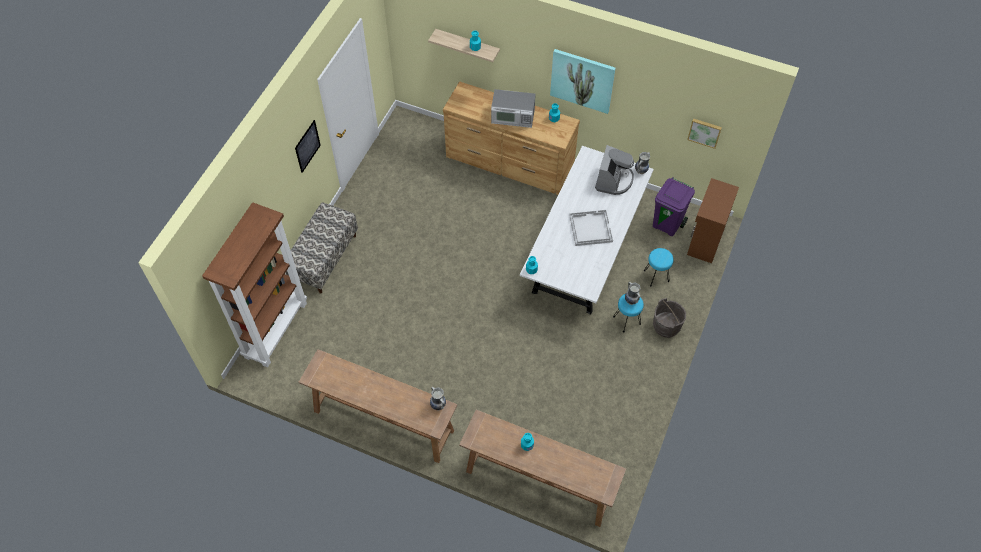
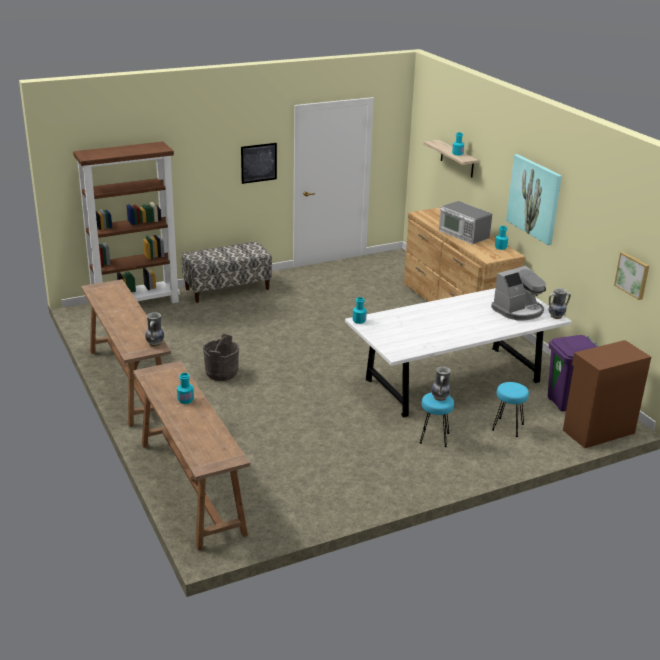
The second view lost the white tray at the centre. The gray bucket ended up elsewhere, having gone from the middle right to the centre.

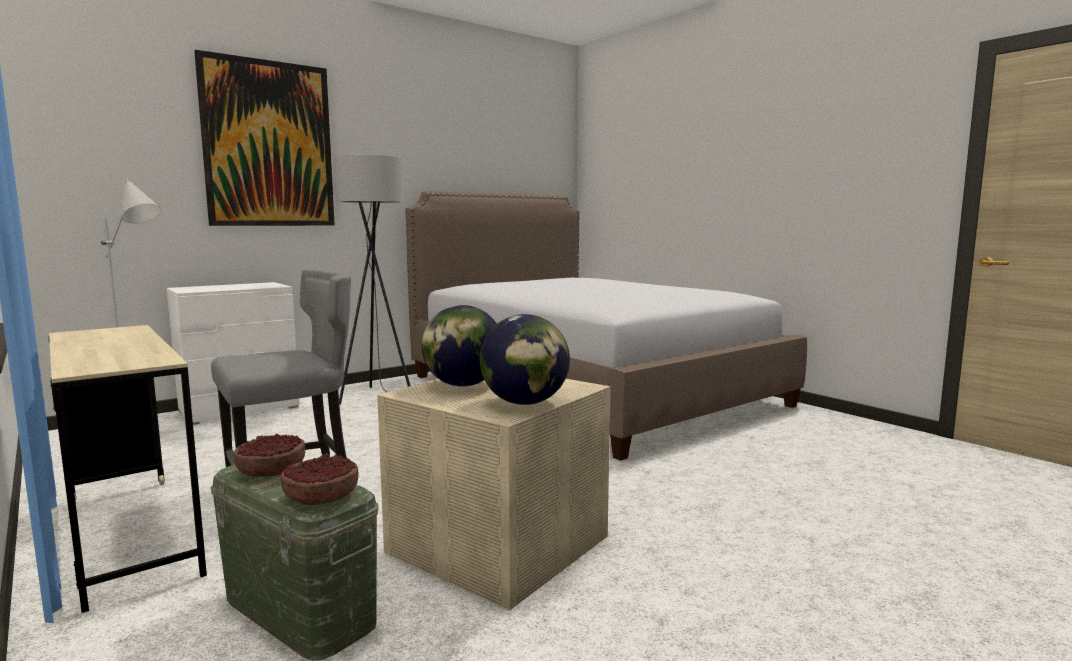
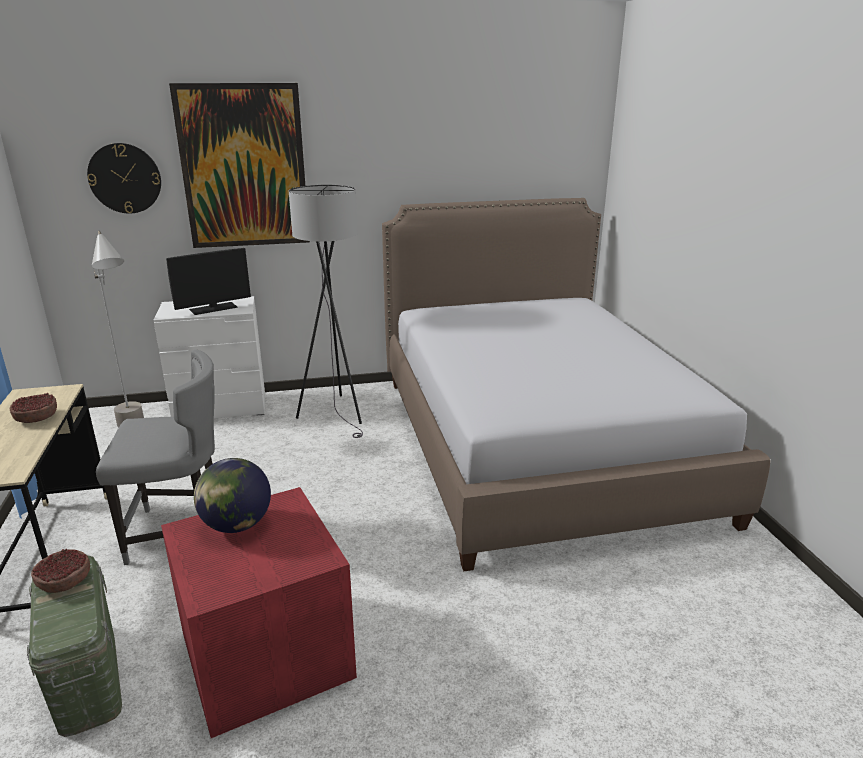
The deep dish (2nd from left in the first image) ended up elsewhere, having gone from the bottom left to the middle left. What was the beige storage box at the bottom centre turned into the reddish storage box at the bottom left. The second view lost the world globe (2nd from left) at the centre. The second view gained the wall clock at the top left. The second view gained the computer screen at the middle left.

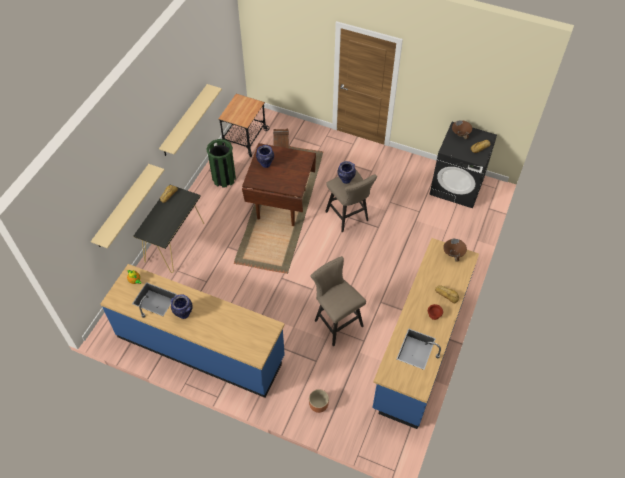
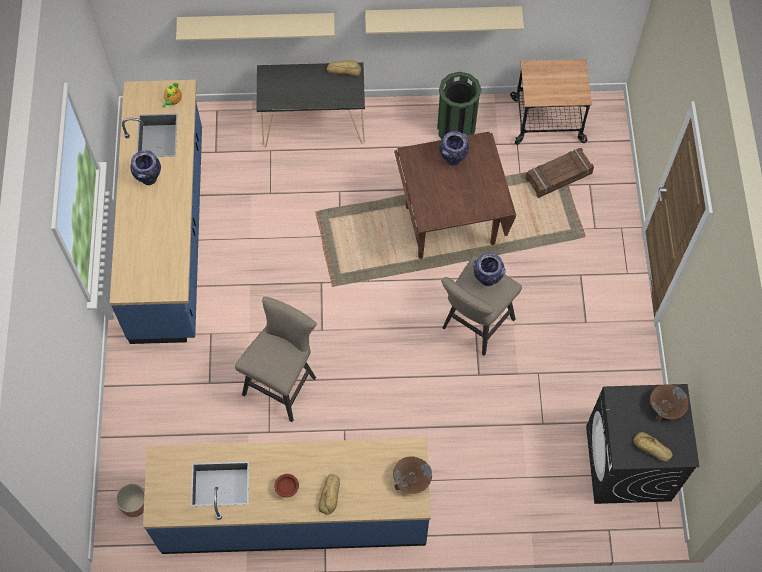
The brownish planter ended up elsewhere, having gone from the bottom centre to the bottom left.

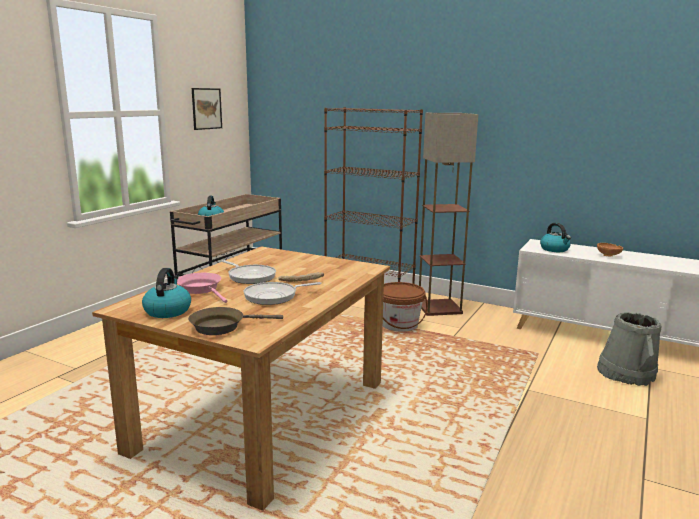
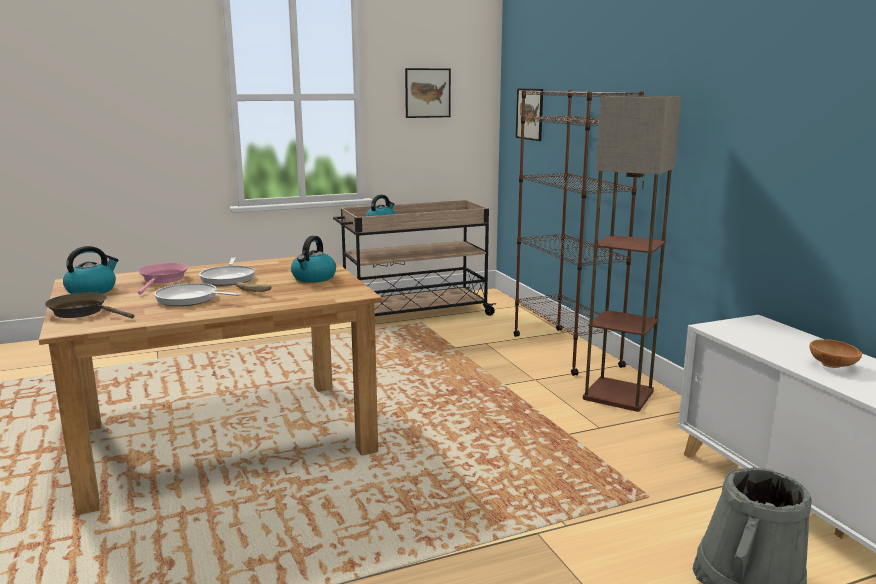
The second view lost the brownish bucket at the centre. The kettle (3rd from left in the first image) ended up elsewhere, having gone from the middle right to the centre. The second view gained the wall picture (2nd from left) at the top centre.

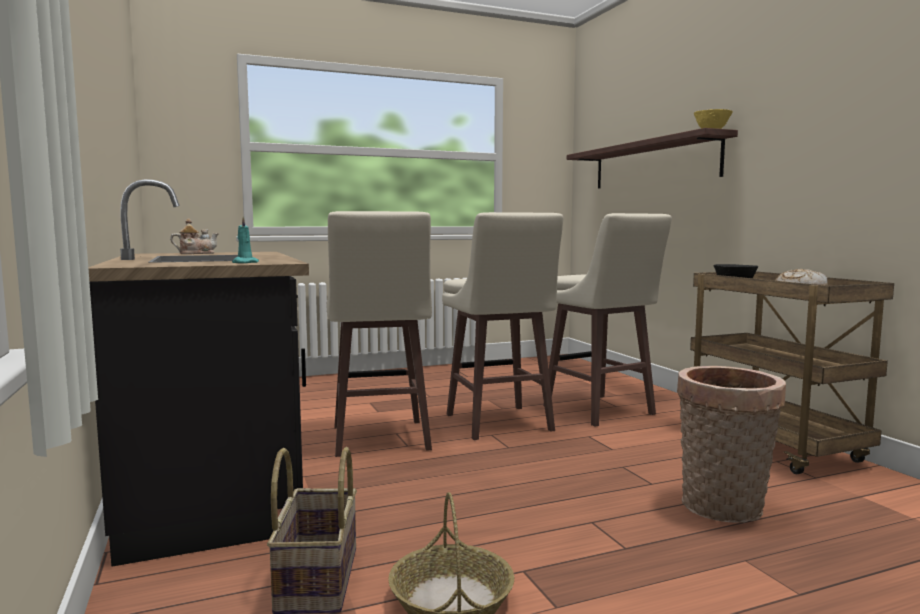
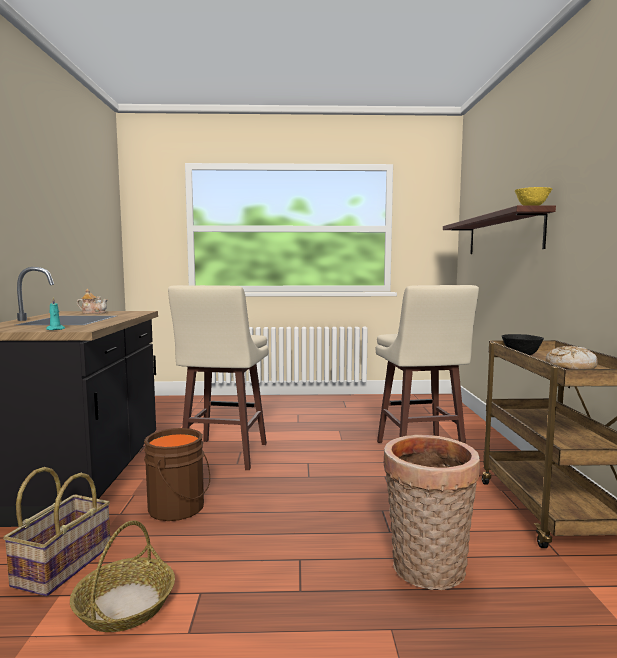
The second view lost the beige stool (2nd from left) at the centre. The second view gained the brownish bucket at the bottom left.

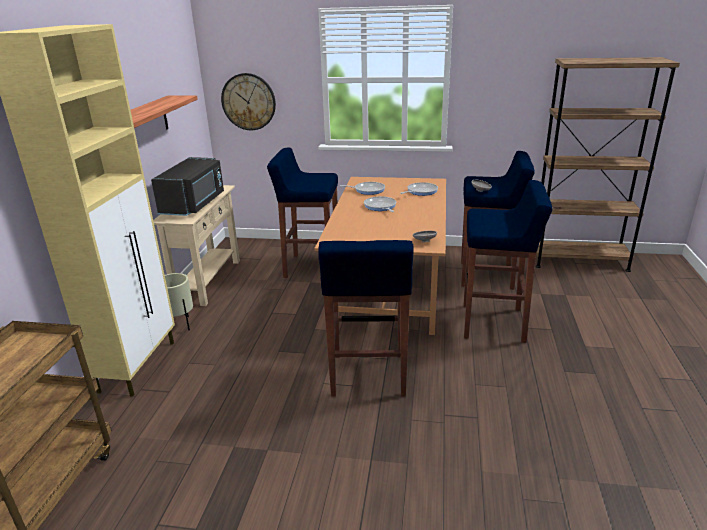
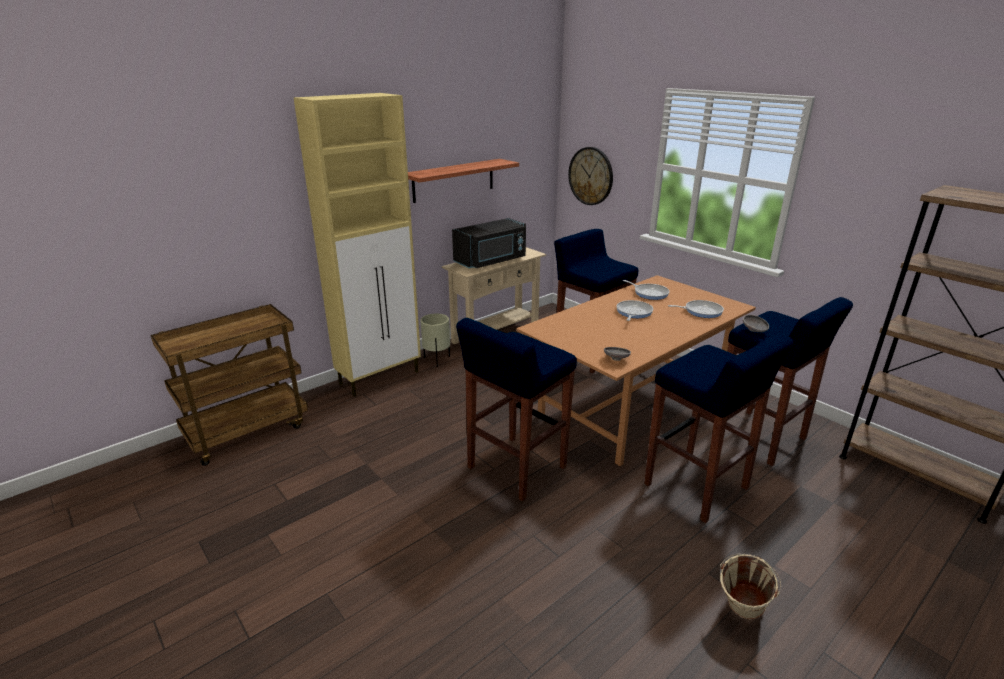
The second view gained the beige bucket at the bottom right.

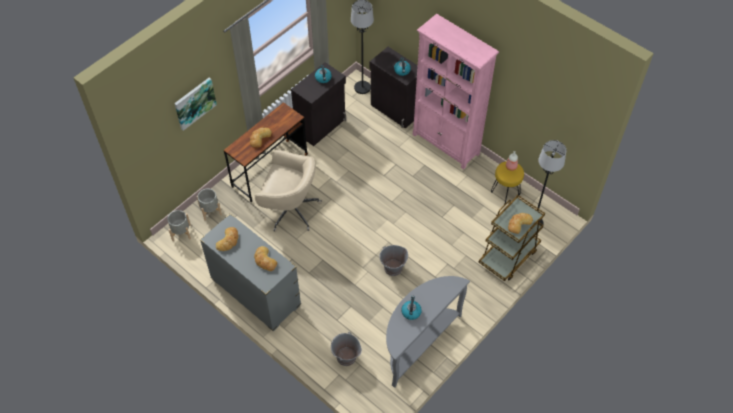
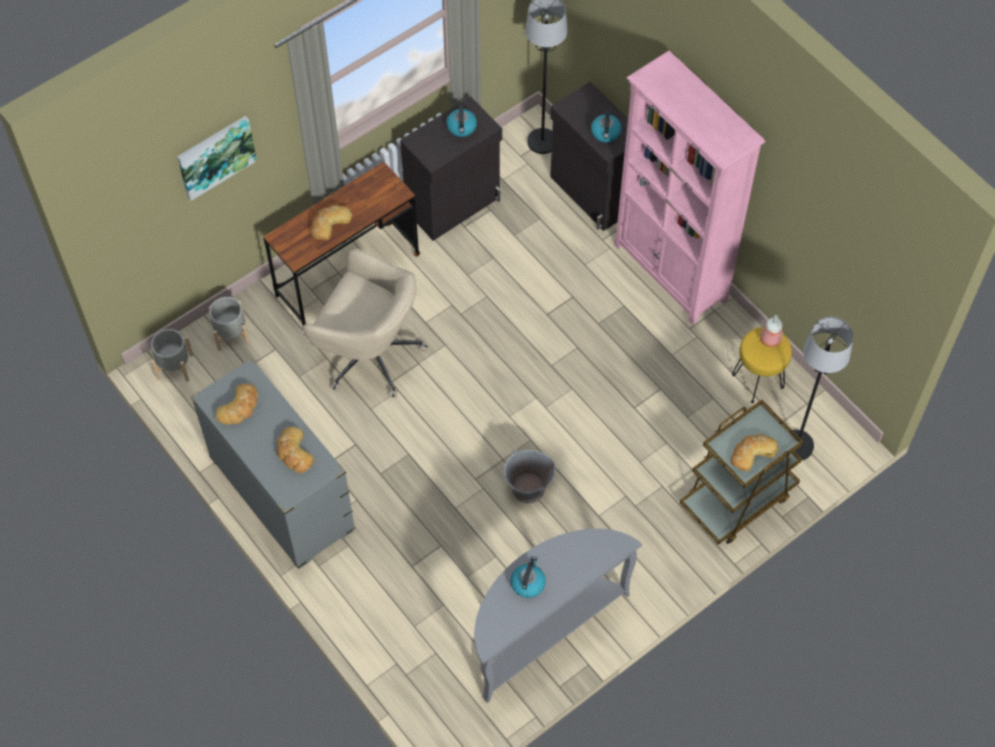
The second view lost the gray bucket (1st from left) at the bottom centre.

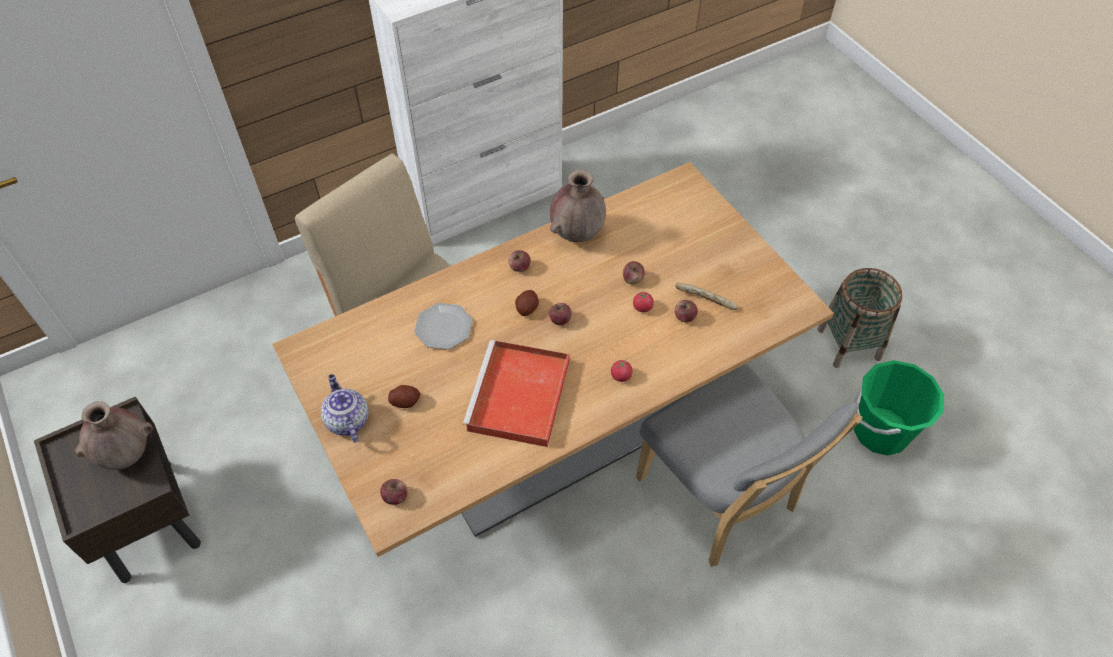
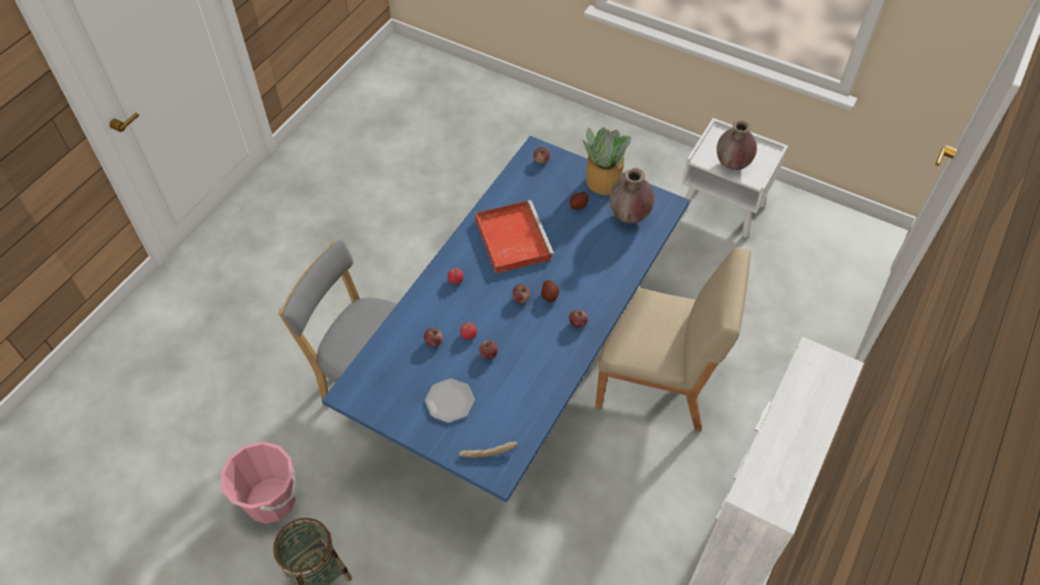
What was the brownish bedside table at the bottom left turned into the white bedside table at the top right. What was the beige dinner table at the centre turned into the blue-coloured dinner table at the centre. Where the teapot stood at the middle left, the plant in a pot came to stand at the top centre. The flat dish ended up elsewhere, having gone from the centre to the bottom centre. The brownish flower vase (2nd from left in the first image) ended up elsewhere, having gone from the top centre to the centre. The bread ended up elsewhere, having gone from the centre to the bottom centre. What was the green-coloured bucket at the middle right turned into the pink-coloured bucket at the bottom left.

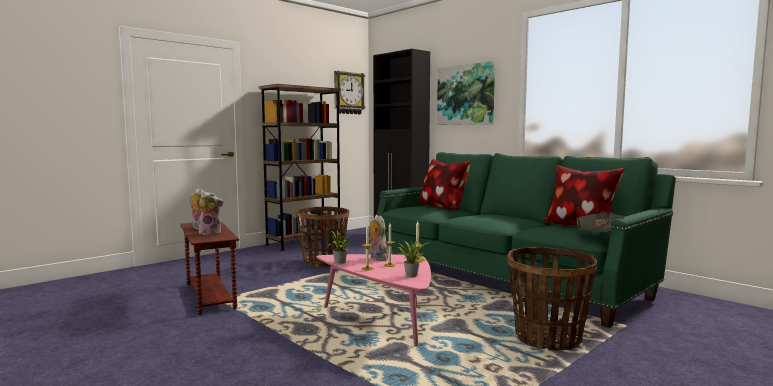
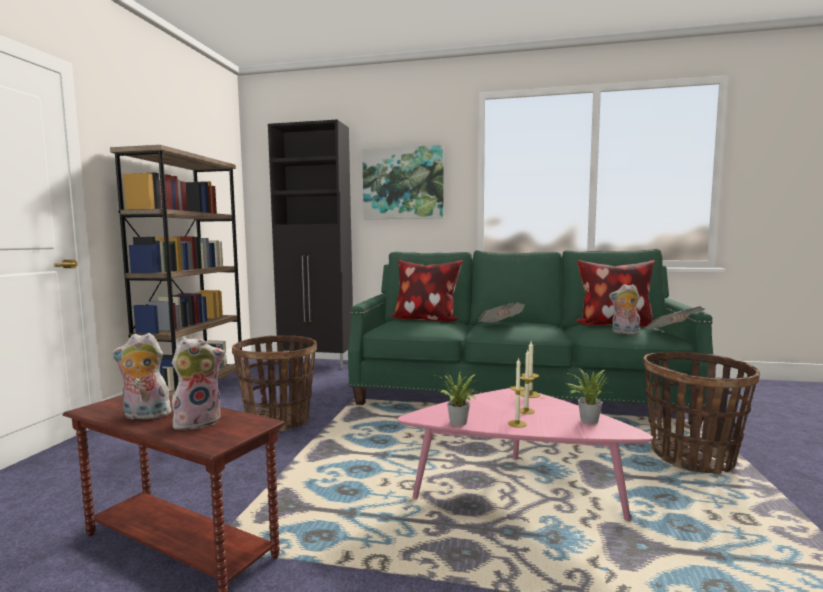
The second view lost the wall clock at the top centre. The cuddly toy (3rd from left) ended up elsewhere, having gone from the centre to the middle right. The second view gained the newspaper (1st from left) at the centre.

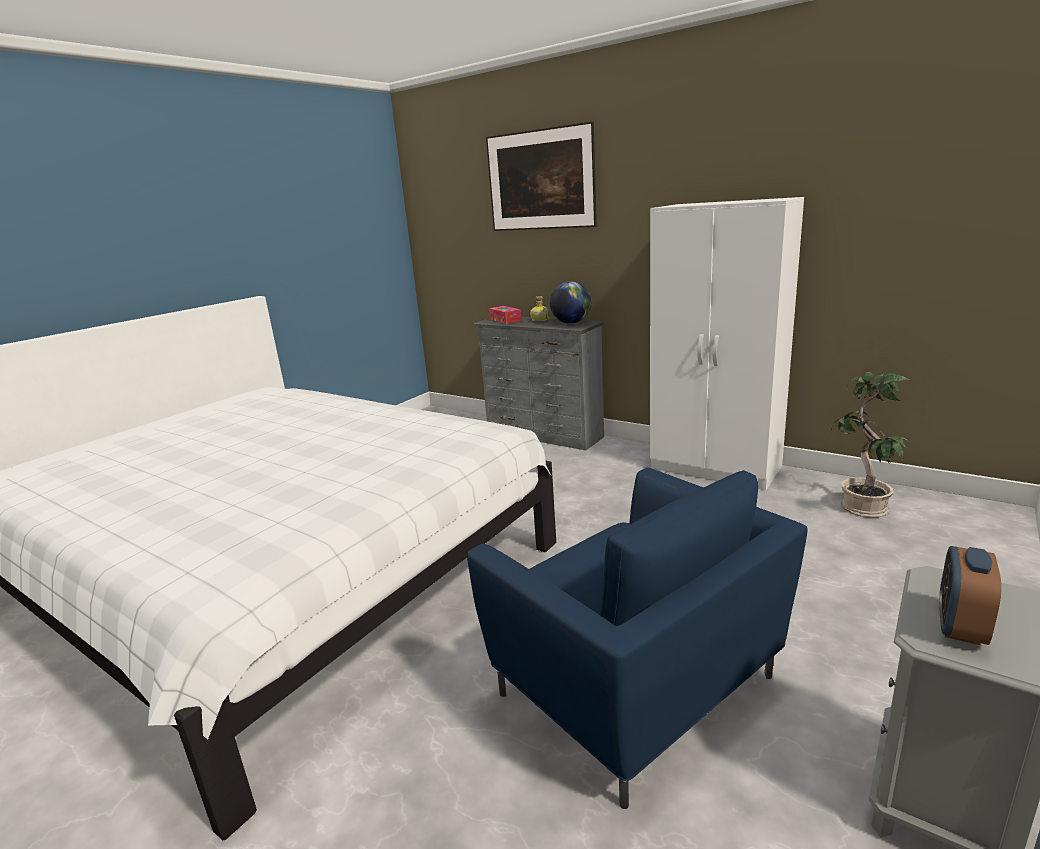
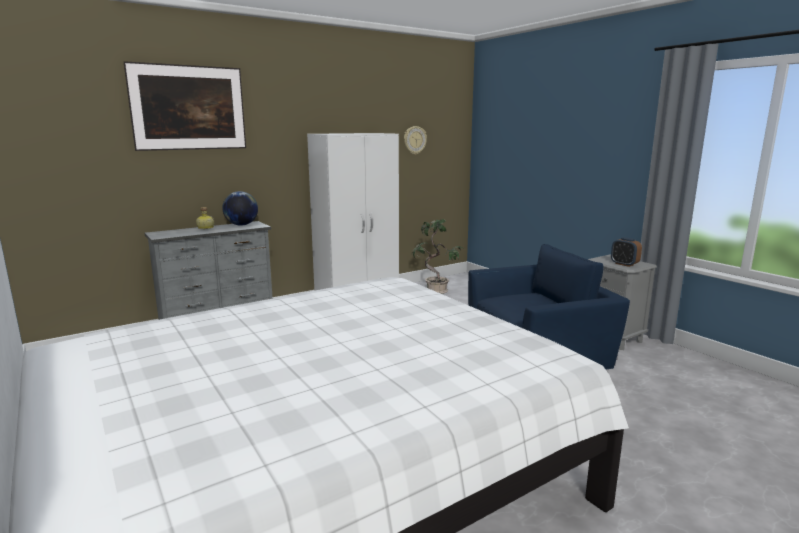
The second view lost the tissue box at the centre. The second view gained the wall clock at the top centre.

